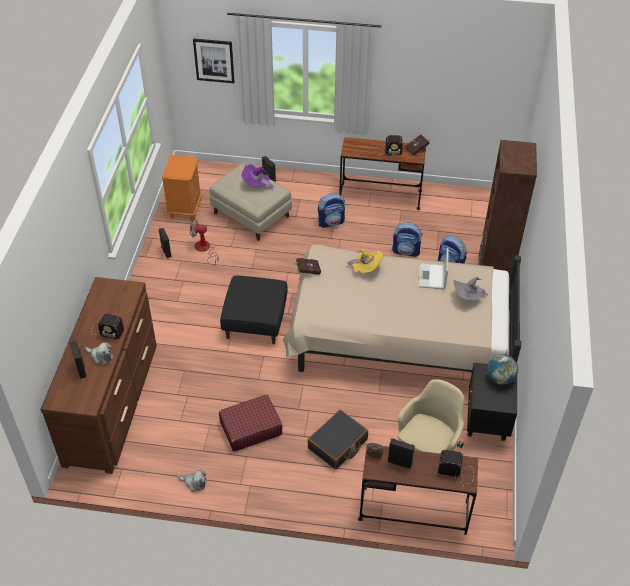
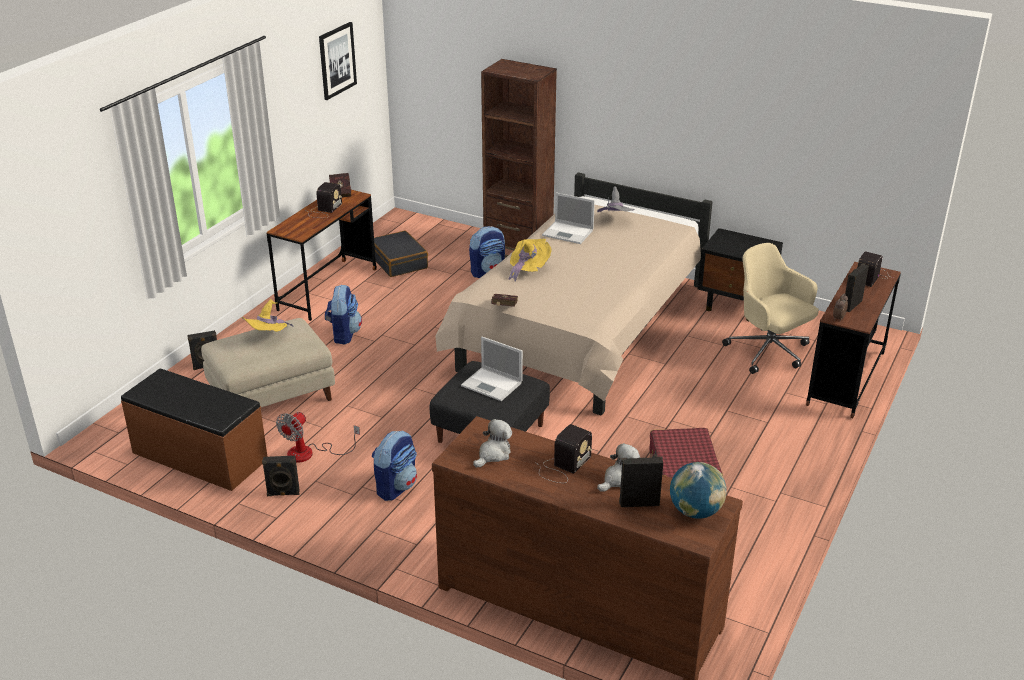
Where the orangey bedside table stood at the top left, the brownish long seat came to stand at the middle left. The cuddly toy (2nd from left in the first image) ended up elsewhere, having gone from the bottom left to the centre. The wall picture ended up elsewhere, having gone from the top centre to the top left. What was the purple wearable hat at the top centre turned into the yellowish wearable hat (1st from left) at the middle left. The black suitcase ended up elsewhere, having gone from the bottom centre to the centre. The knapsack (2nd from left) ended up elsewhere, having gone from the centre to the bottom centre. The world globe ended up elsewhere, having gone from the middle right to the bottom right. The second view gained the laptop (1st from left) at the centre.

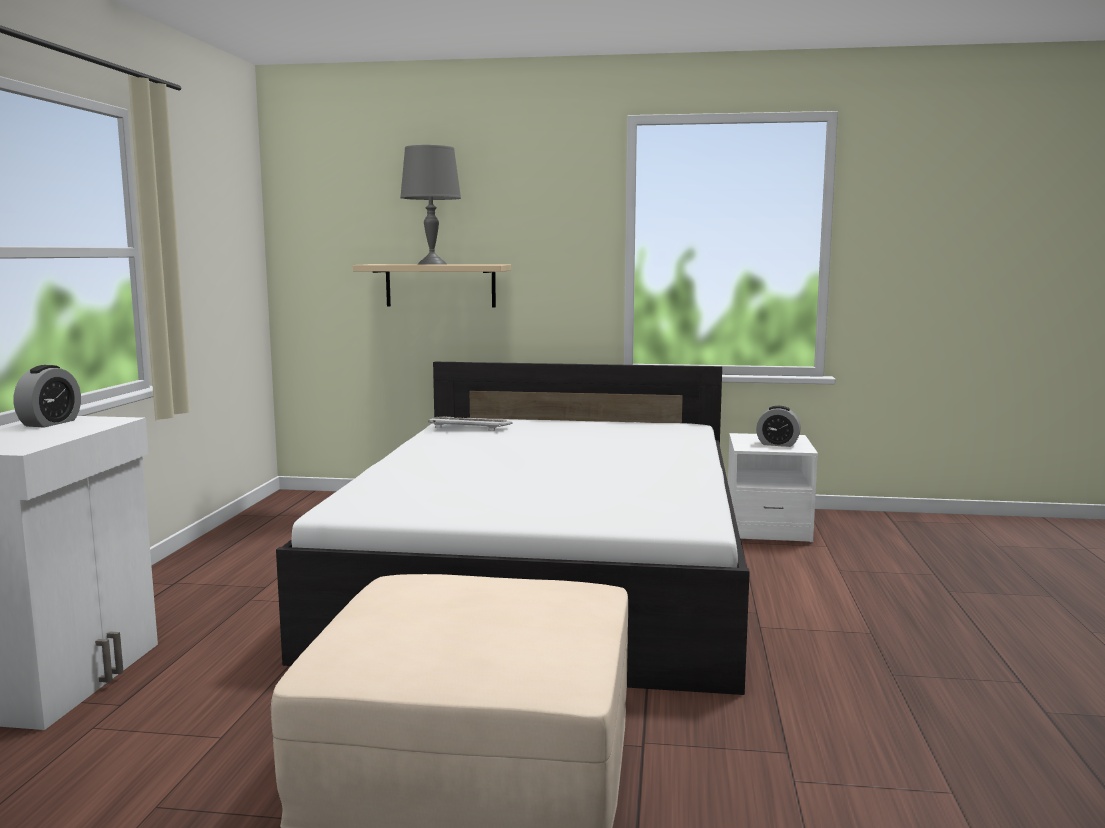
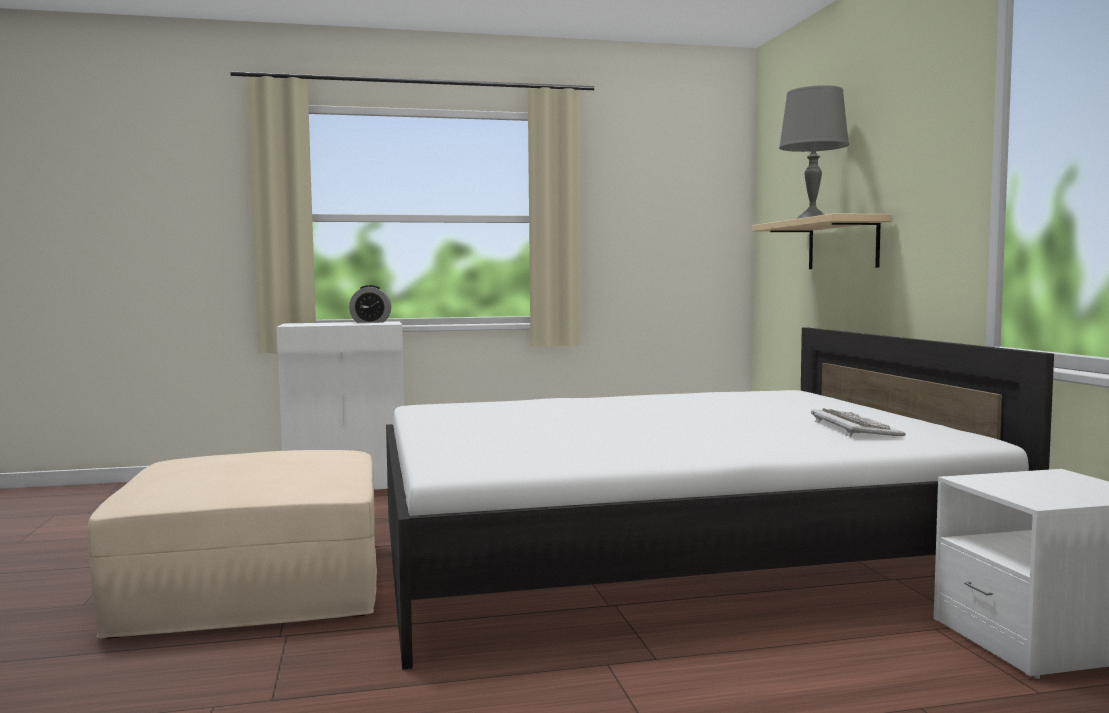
The computer keyboard ended up elsewhere, having gone from the centre to the middle right. The second view lost the bedside clock (2nd from left) at the middle right.

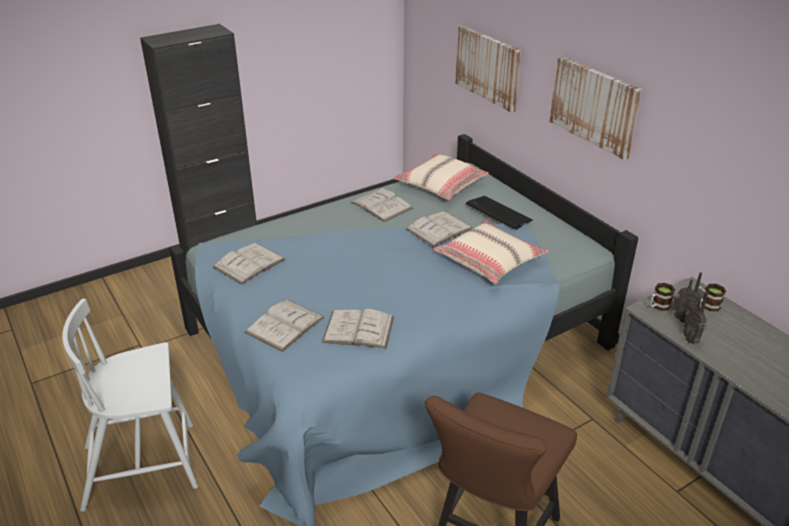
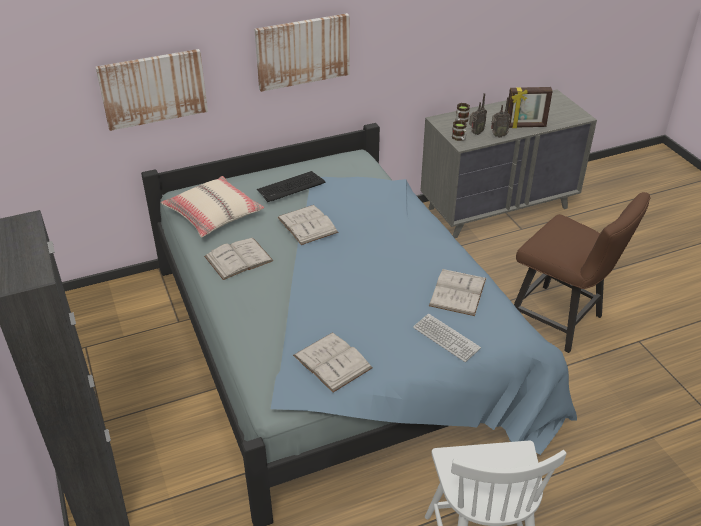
Where the white bound book (2nd from left) stood at the centre, the computer keyboard (2nd from left) came to stand at the centre. The second view lost the beige cushion (2nd from left) at the centre. The second view gained the standing frame at the top right.

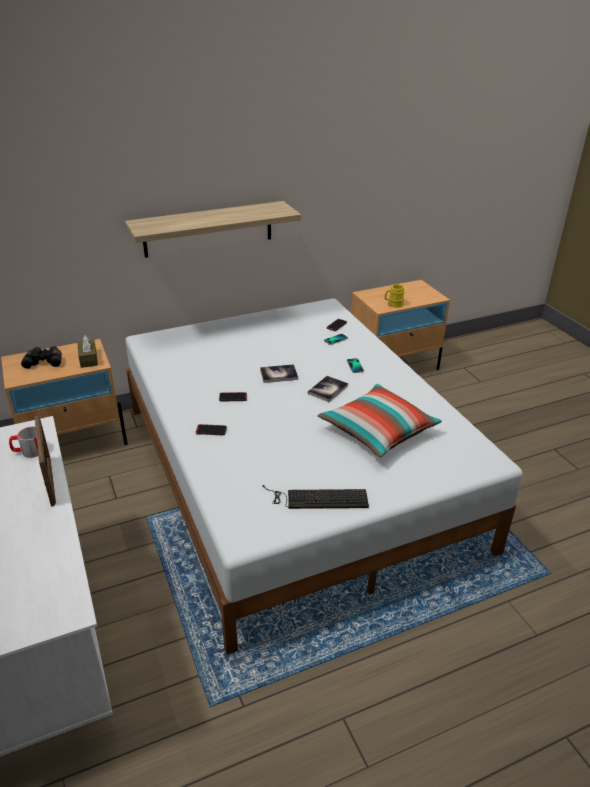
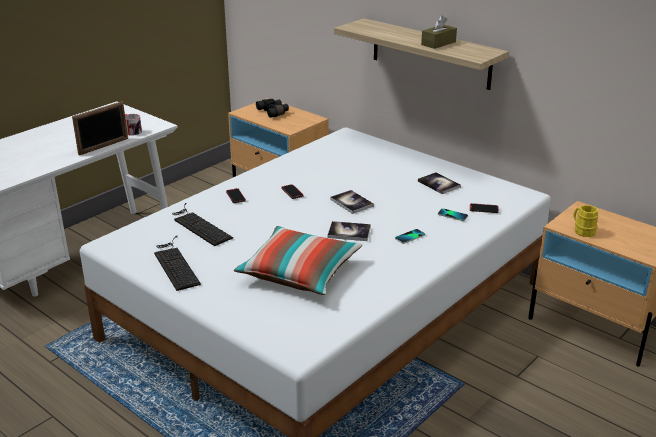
The brownish tissue box ended up elsewhere, having gone from the middle left to the top right. The second view gained the computer keyboard (2nd from left) at the middle left. The second view gained the bound book (3rd from left) at the middle right.

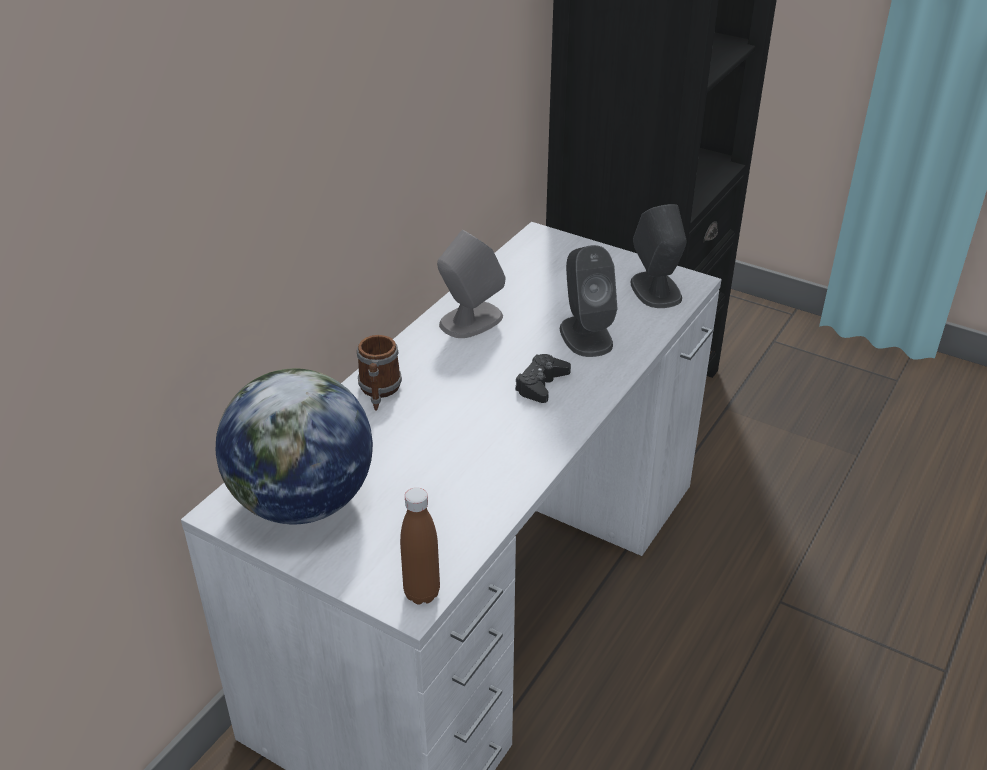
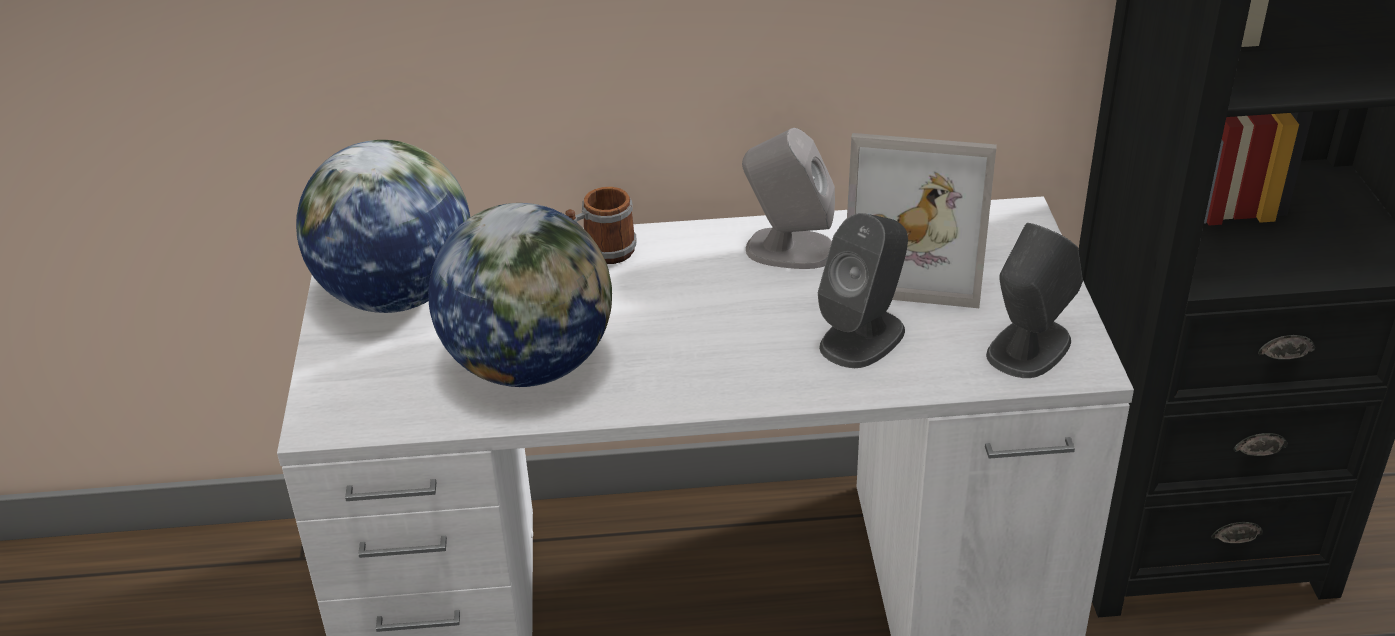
The second view lost the brownish beverage bottle at the bottom centre. The second view lost the black joypad at the centre. The second view gained the world globe (2nd from left) at the centre. The second view gained the standing frame at the centre.

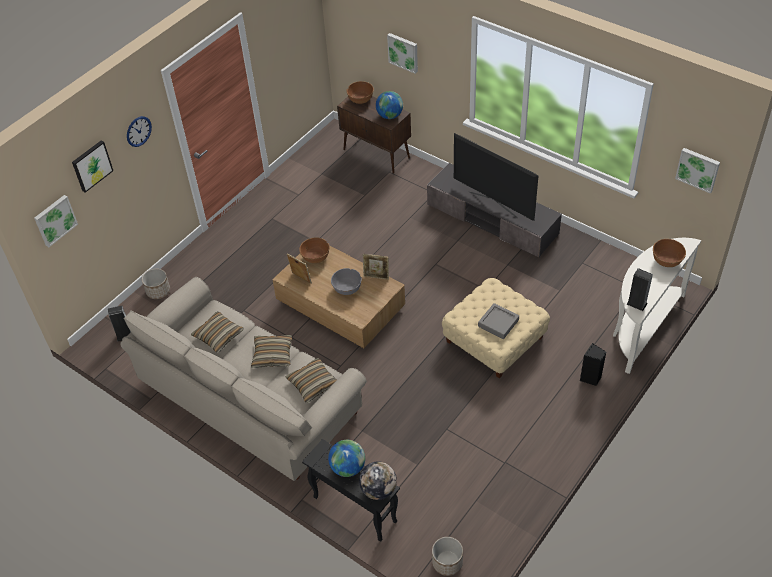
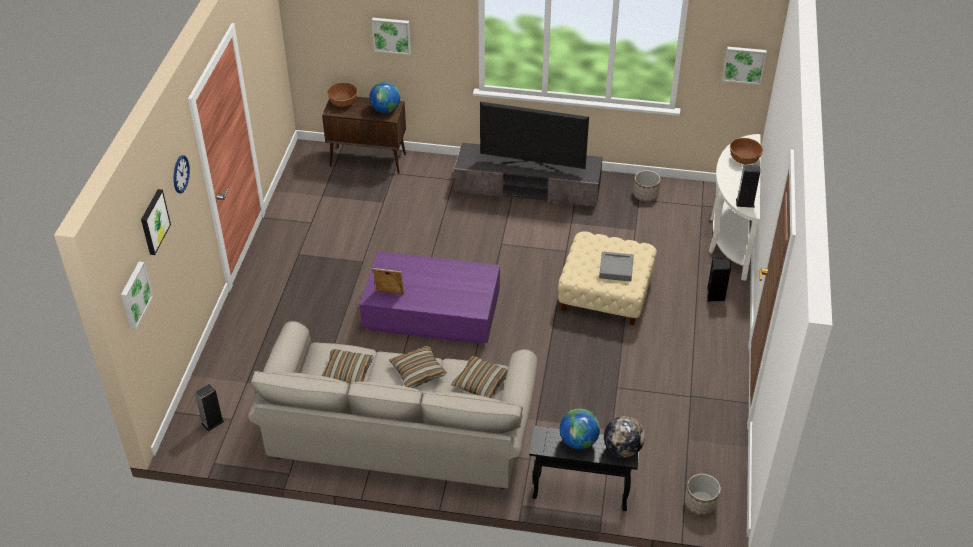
The planter (1st from left) ended up elsewhere, having gone from the middle left to the centre. What was the brownish lounge table at the centre turned into the purple lounge table at the centre. The second view lost the brownish deep dish (1st from left) at the centre. The second view lost the gray deep dish at the centre. The second view lost the standing frame (2nd from left) at the centre.

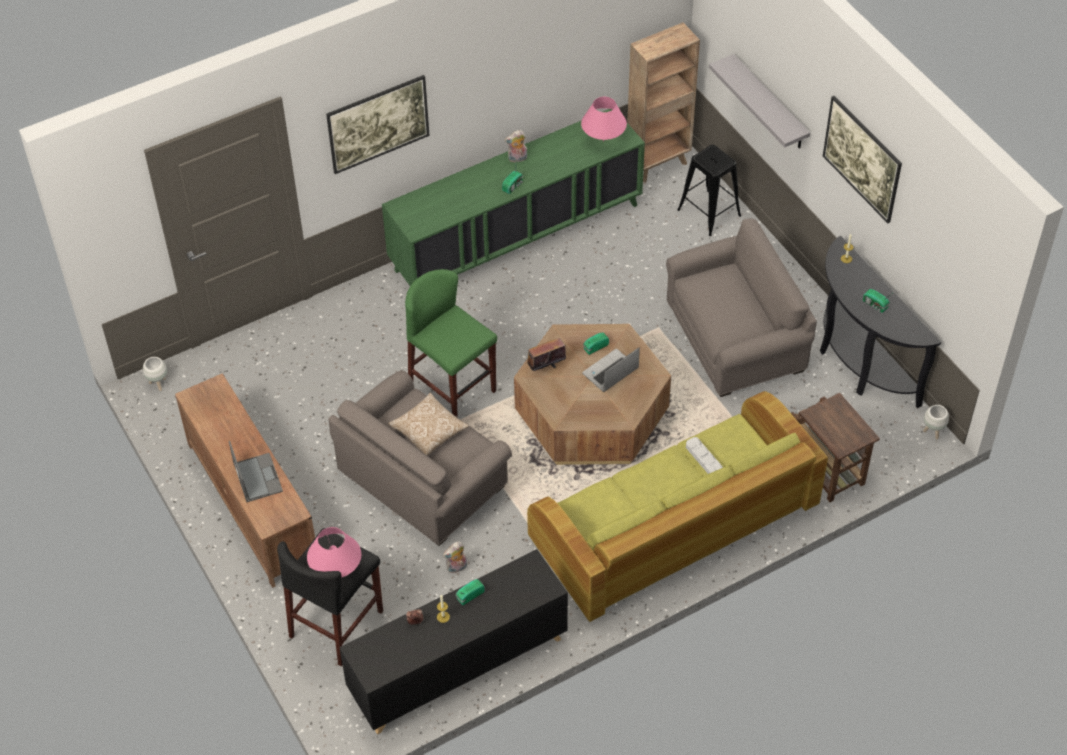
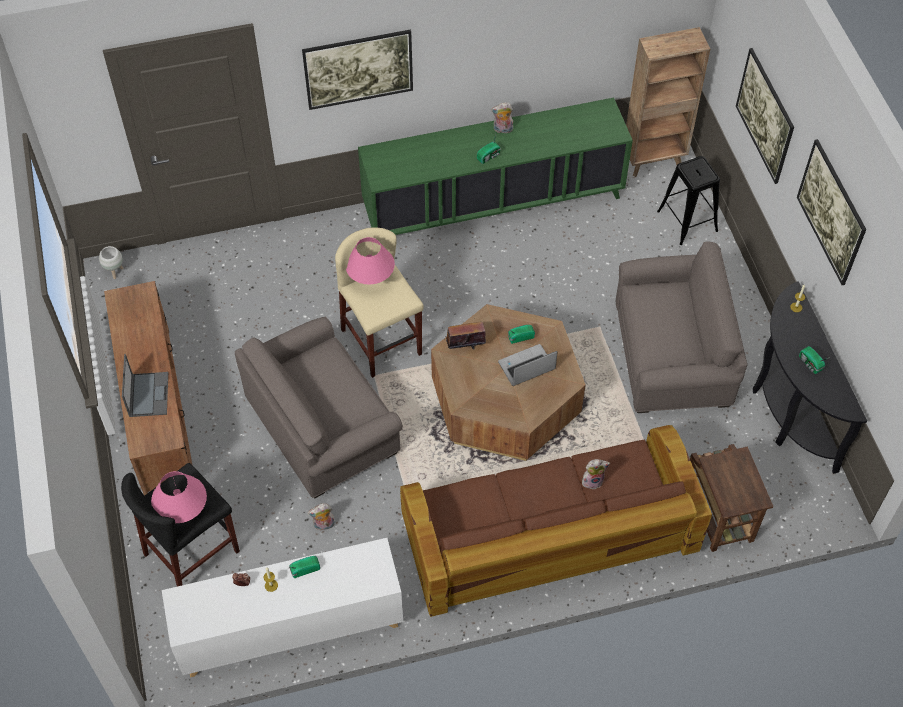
What was the black cabinet at the bottom centre turned into the white cabinet at the bottom left. The second view lost the cushion at the centre. What was the green-coloured stool at the centre turned into the beige stool at the centre. What was the green-coloured settee at the bottom centre turned into the brownish settee at the bottom centre. The pink-coloured lamp for a table (2nd from left) ended up elsewhere, having gone from the top centre to the centre. Where the gray tray stood at the centre, the cuddly toy (3rd from left) came to stand at the bottom centre. Where the gray wall shelf hung at the top right, the wall picture (2nd from left) came to hang at the top right. The second view lost the white planter (2nd from left) at the middle right.

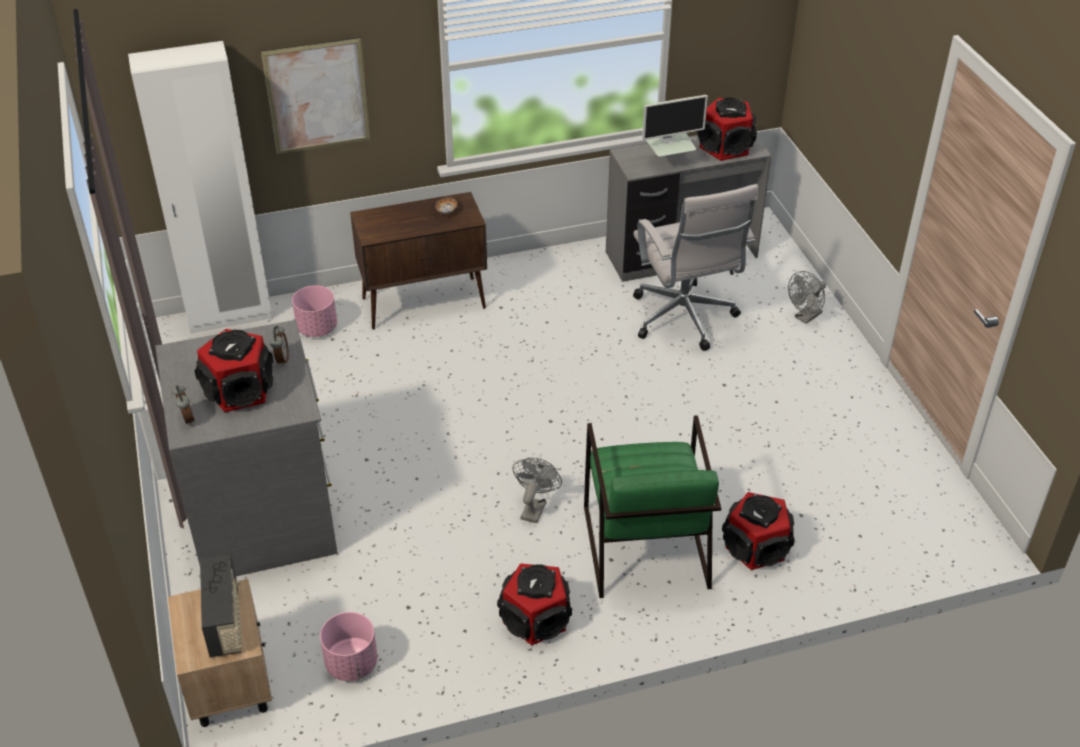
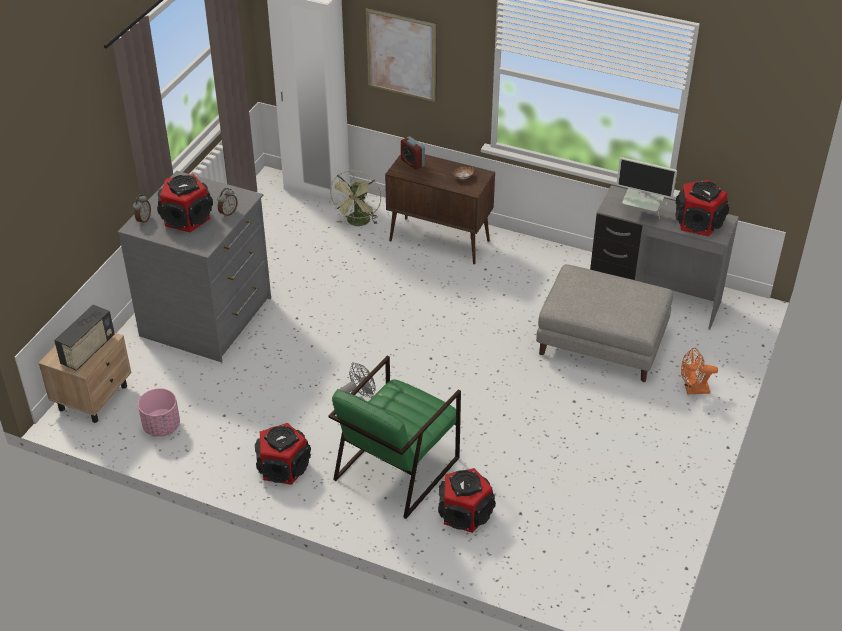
Where the pink-coloured planter (1st from left) stood at the middle left, the green-coloured fan came to stand at the top centre. Where the white desk chair stood at the centre, the gray ottoman came to stand at the middle right. What was the gray fan (2nd from left) at the middle right turned into the orangey fan at the middle right. The second view gained the bedside clock (3rd from left) at the top centre.

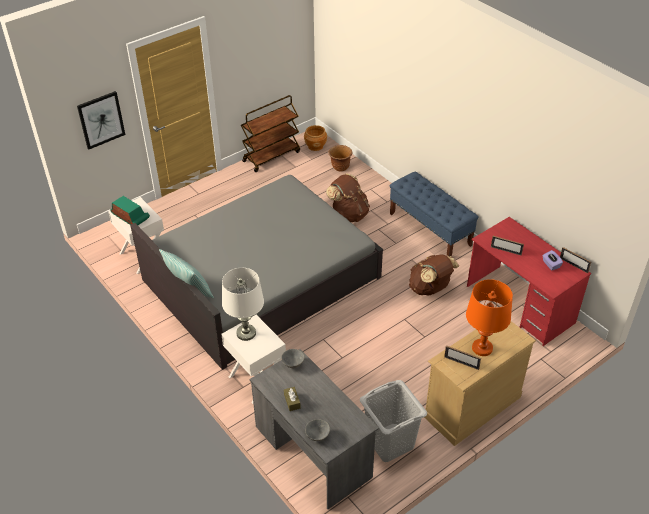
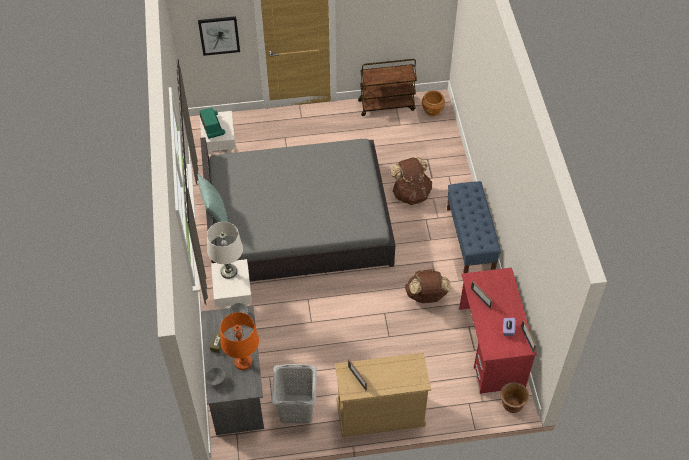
The brownish planter (2nd from left) ended up elsewhere, having gone from the top centre to the bottom right. The orangey lamp for a table ended up elsewhere, having gone from the middle right to the bottom centre.

